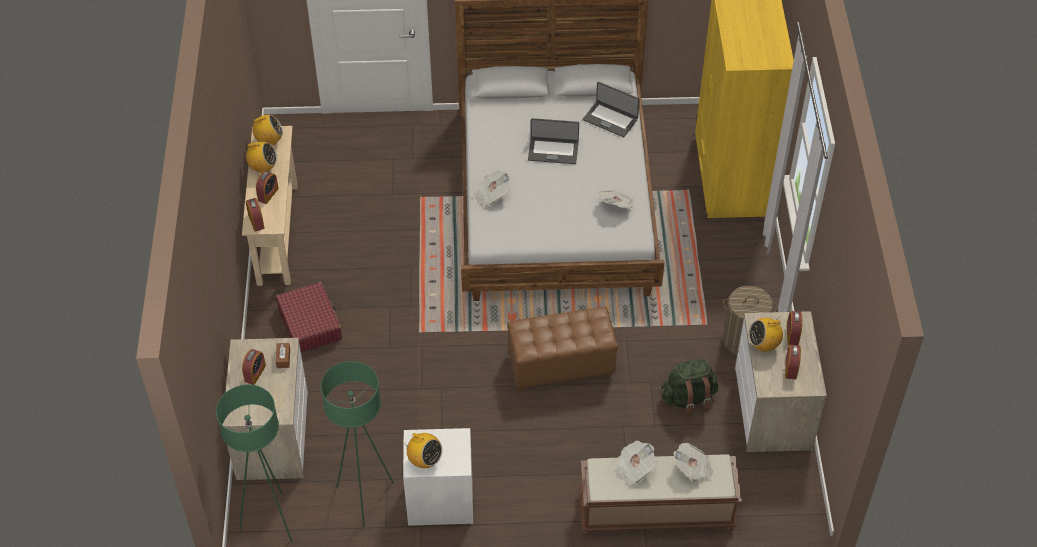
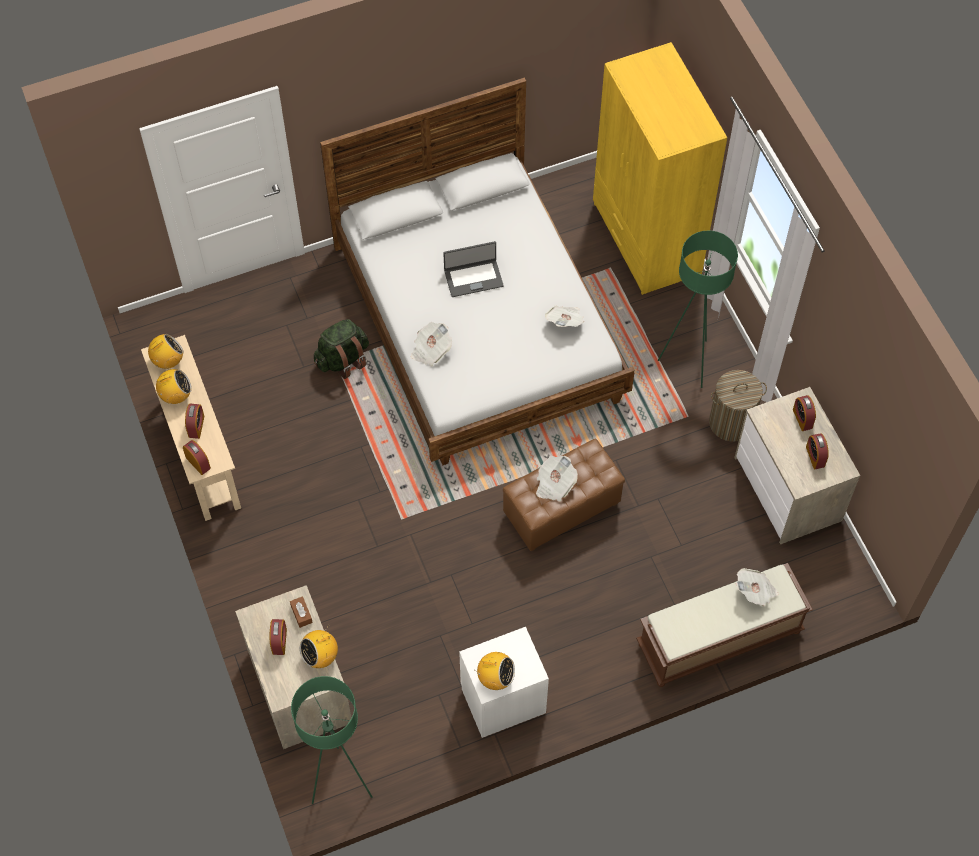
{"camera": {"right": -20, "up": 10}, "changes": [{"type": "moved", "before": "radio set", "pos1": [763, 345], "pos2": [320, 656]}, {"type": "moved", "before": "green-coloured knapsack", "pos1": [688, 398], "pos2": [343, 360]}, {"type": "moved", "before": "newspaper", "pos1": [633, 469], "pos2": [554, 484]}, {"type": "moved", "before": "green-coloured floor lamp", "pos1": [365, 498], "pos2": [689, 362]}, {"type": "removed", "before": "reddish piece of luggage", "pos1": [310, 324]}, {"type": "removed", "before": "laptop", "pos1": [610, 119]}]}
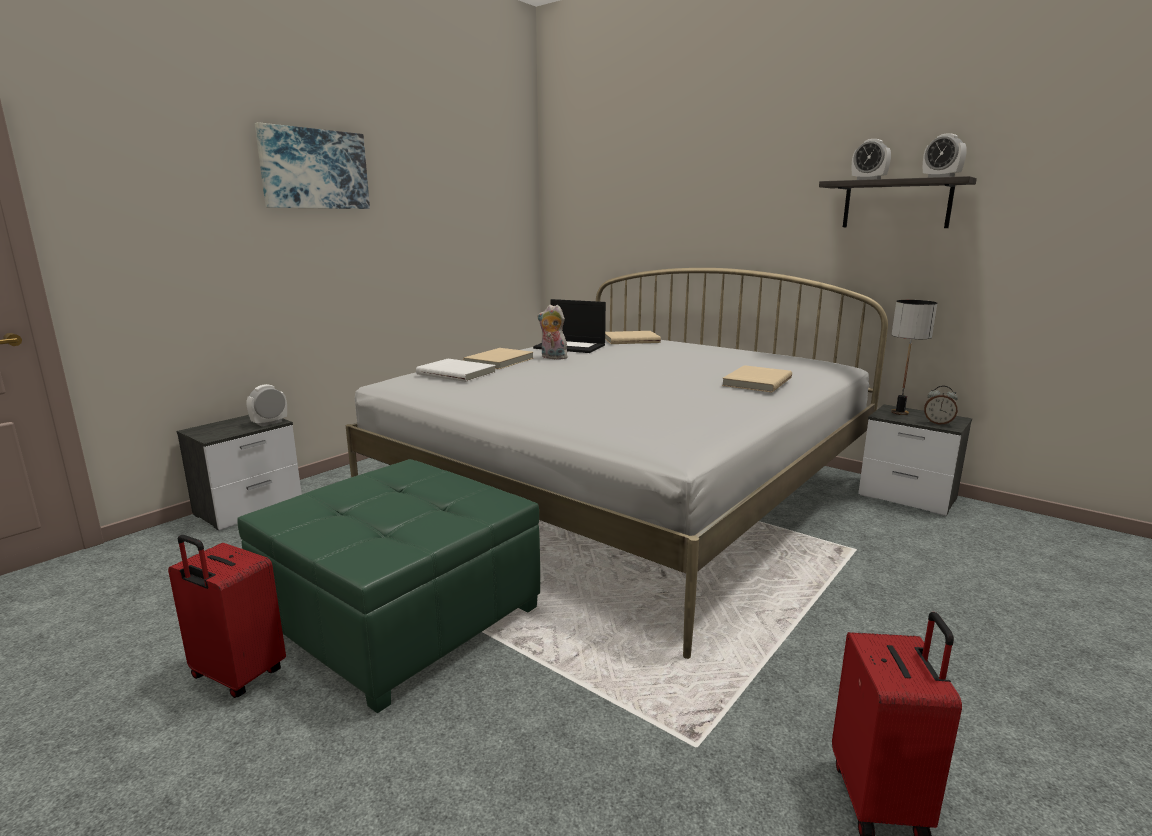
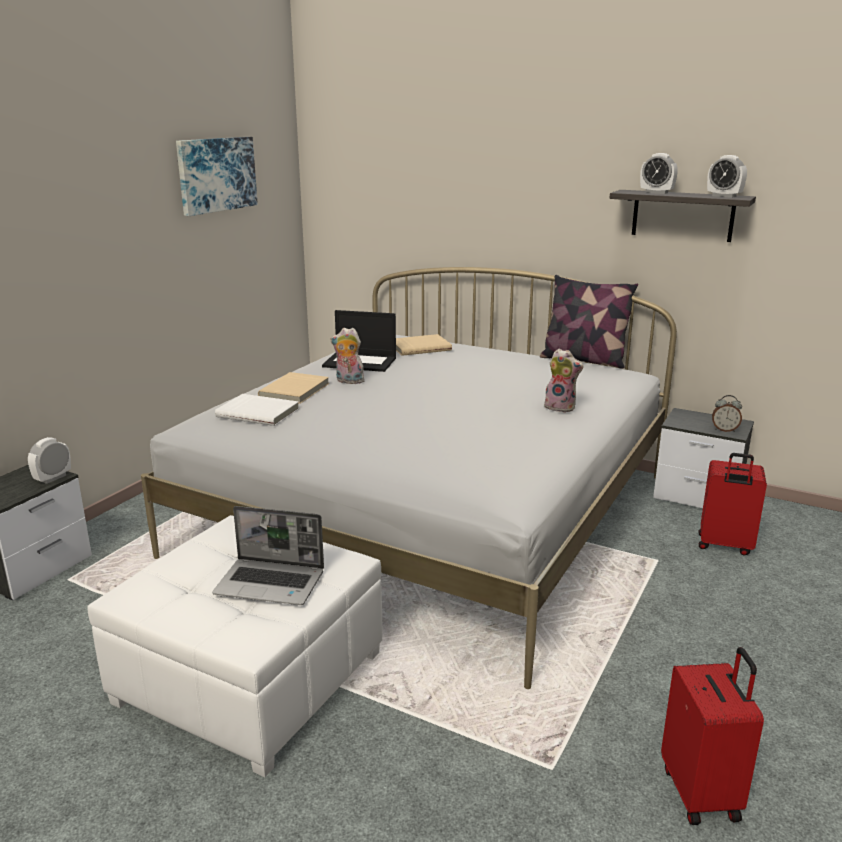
{"camera": {"right": -10, "up": 5}, "changes": [{"type": "recoloured", "before": "green-coloured footrest", "after": "white-coloured footrest", "pos1": [403, 616], "pos2": [252, 677]}, {"type": "moved", "before": "wall picture", "pos1": [314, 169], "pos2": [216, 174]}, {"type": "added", "after": "laptop", "pos2": [271, 583]}, {"type": "added", "after": "throw pillow", "pos2": [583, 360]}, {"type": "replaced", "before": "sand-coloured volume", "after": "cuddly toy", "pos1": [755, 382], "pos2": [561, 407]}, {"type": "moved", "before": "reddish piece of luggage", "pos1": [236, 676], "pos2": [724, 545]}, {"type": "removed", "before": "table lamp", "pos1": [899, 413]}]}
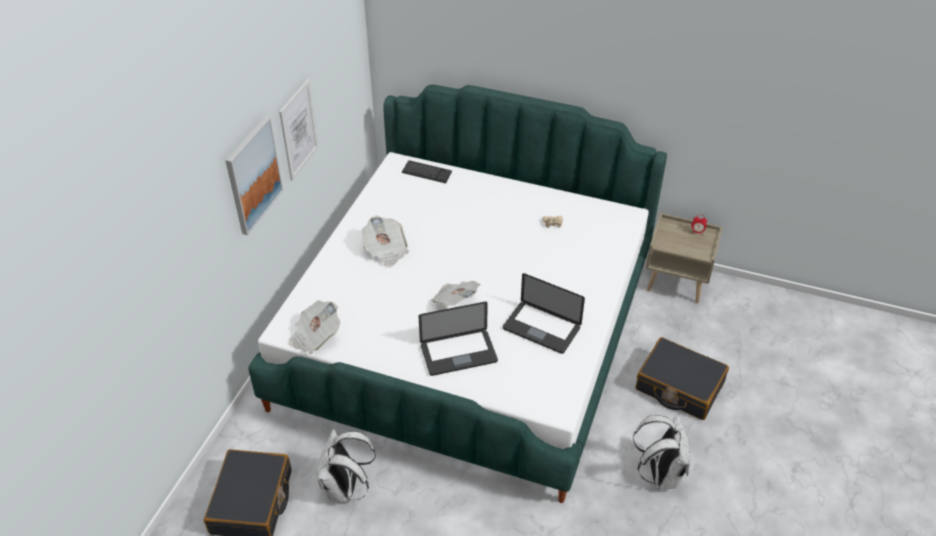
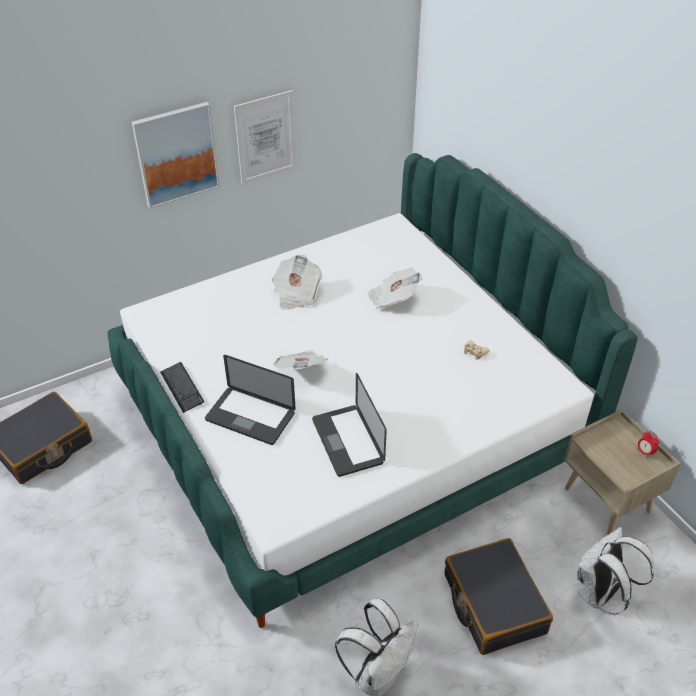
{"camera": {"right": 40, "up": 0}, "changes": [{"type": "moved", "before": "PC keyboard", "pos1": [427, 173], "pos2": [182, 388]}, {"type": "moved", "before": "newspaper", "pos1": [315, 336], "pos2": [393, 298]}, {"type": "moved", "before": "white-coloured knapsack", "pos1": [345, 489], "pos2": [599, 594]}]}
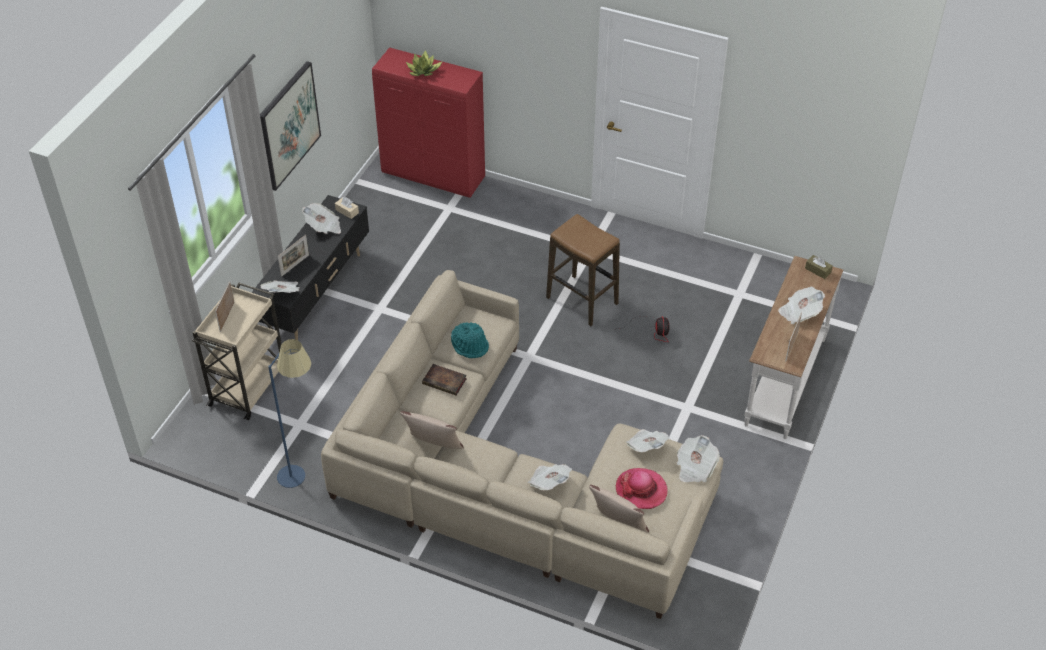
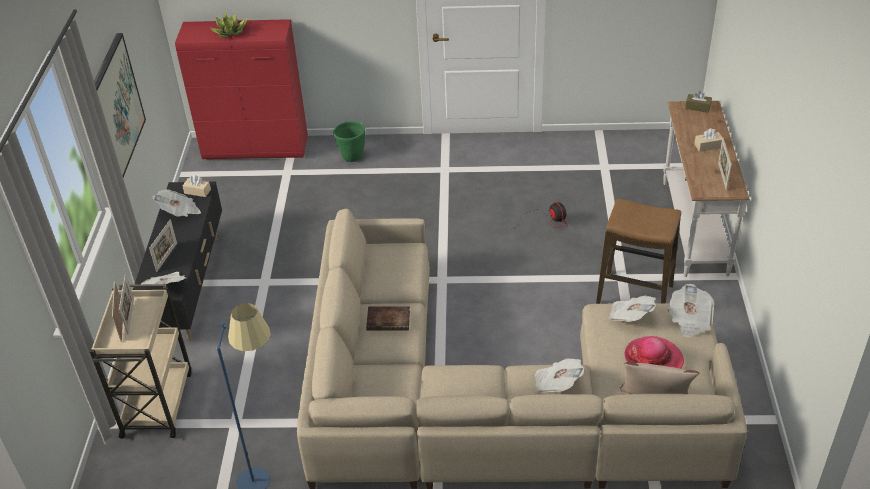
{"camera": {"right": -20, "up": -5}, "changes": [{"type": "added", "after": "picture frame", "pos2": [130, 316]}, {"type": "added", "after": "green-coloured plant pot", "pos2": [352, 157]}, {"type": "moved", "before": "sitting stool", "pos1": [582, 301], "pos2": [635, 294]}, {"type": "replaced", "before": "newspaper", "after": "sand-coloured tissue box", "pos1": [799, 313], "pos2": [708, 146]}, {"type": "removed", "before": "sand-coloured throw pillow", "pos1": [434, 447]}, {"type": "removed", "before": "turquoise hat", "pos1": [470, 345]}]}
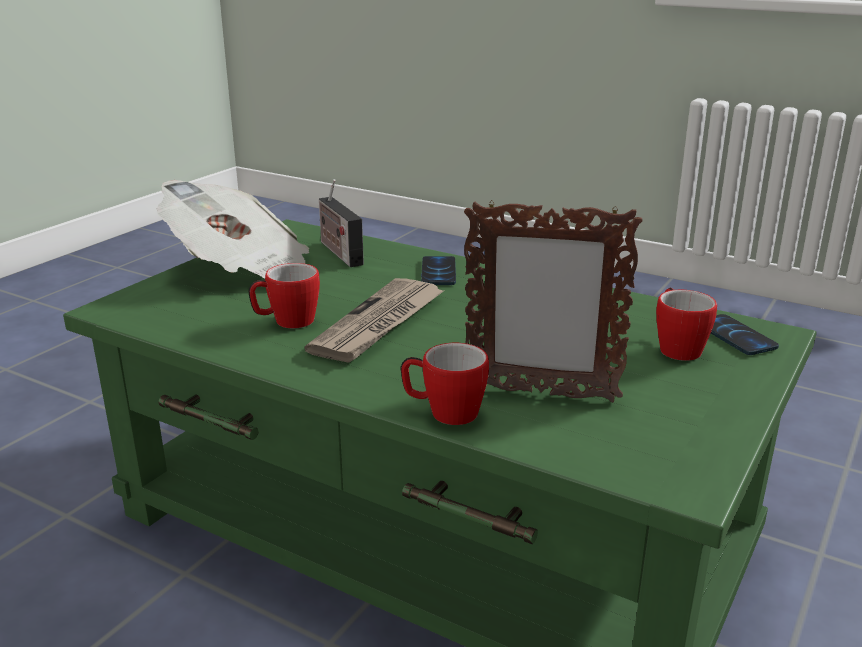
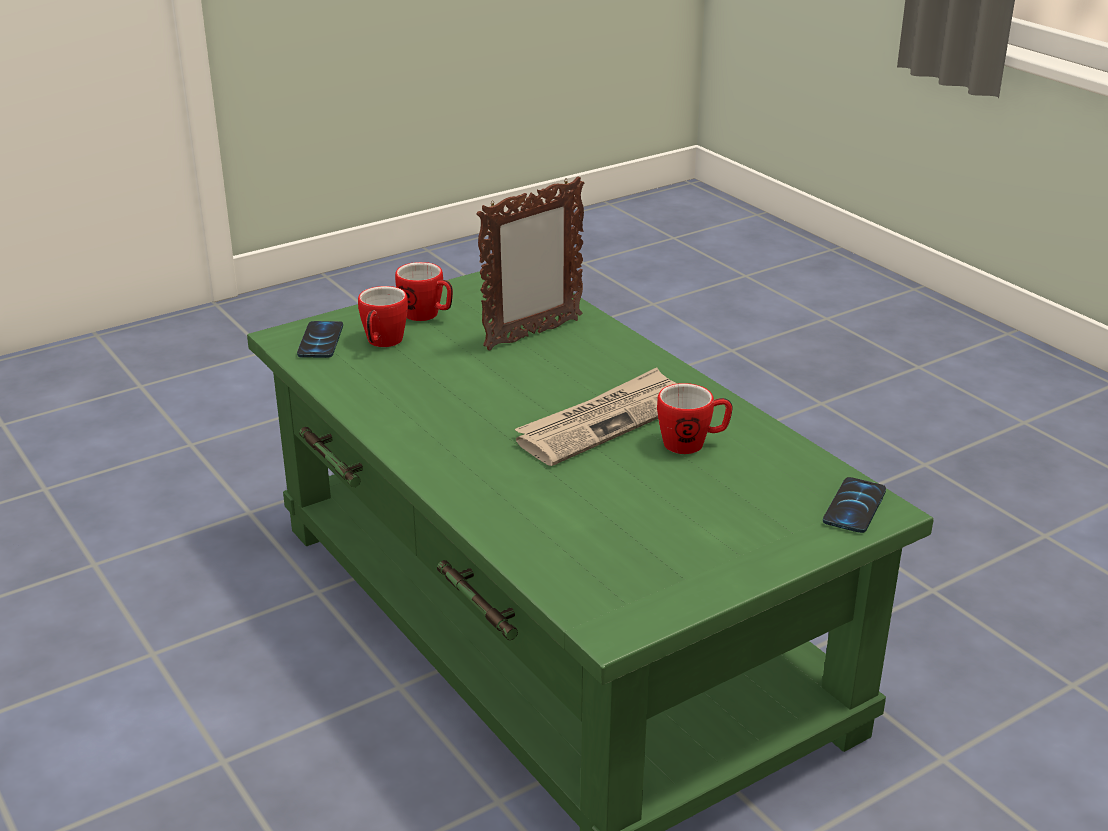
{"camera": {"right": -155, "up": 5}, "changes": [{"type": "moved", "before": "tea mug", "pos1": [444, 413], "pos2": [427, 316]}, {"type": "turned", "before": "picture frame", "pos1": [540, 393], "pos2": [532, 335], "turn": 105}, {"type": "moved", "before": "handset", "pos1": [438, 272], "pos2": [854, 507]}, {"type": "removed", "before": "newspaper", "pos1": [241, 269]}, {"type": "removed", "before": "radio set", "pos1": [338, 252]}]}
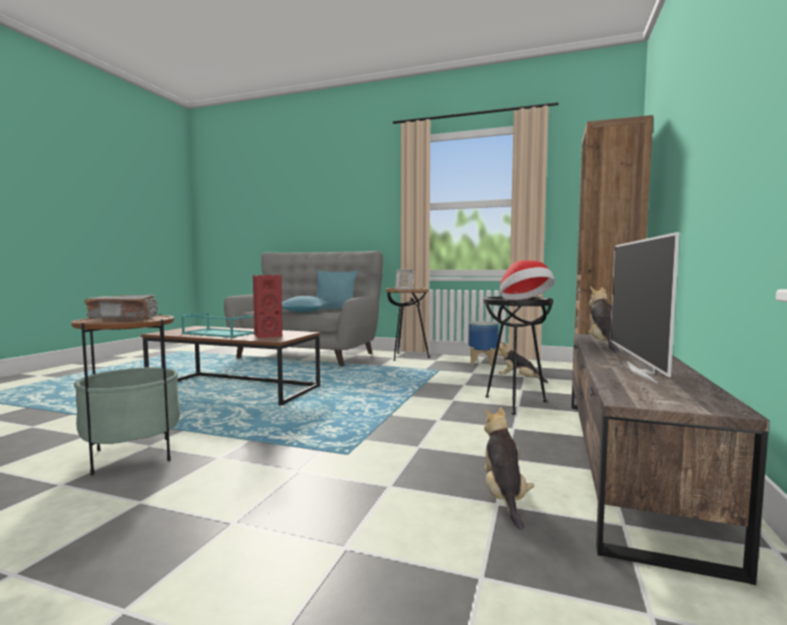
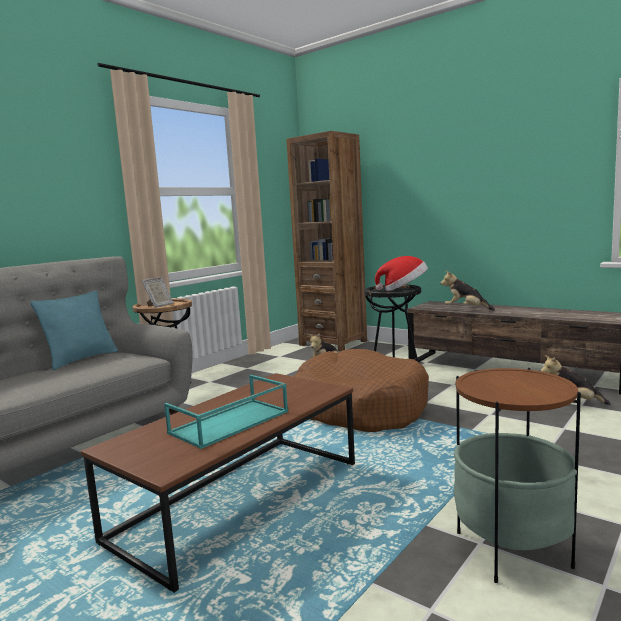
{"camera": {"right": -70, "up": 5}, "changes": [{"type": "added", "after": "brown-coloured dog cushion", "pos2": [359, 408]}, {"type": "removed", "before": "gray volume", "pos1": [125, 318]}, {"type": "removed", "before": "reddish speaker", "pos1": [266, 336]}, {"type": "removed", "before": "turquoise throw pillow", "pos1": [304, 312]}, {"type": "removed", "before": "plant pot", "pos1": [482, 363]}, {"type": "removed", "before": "TV set", "pos1": [642, 372]}]}
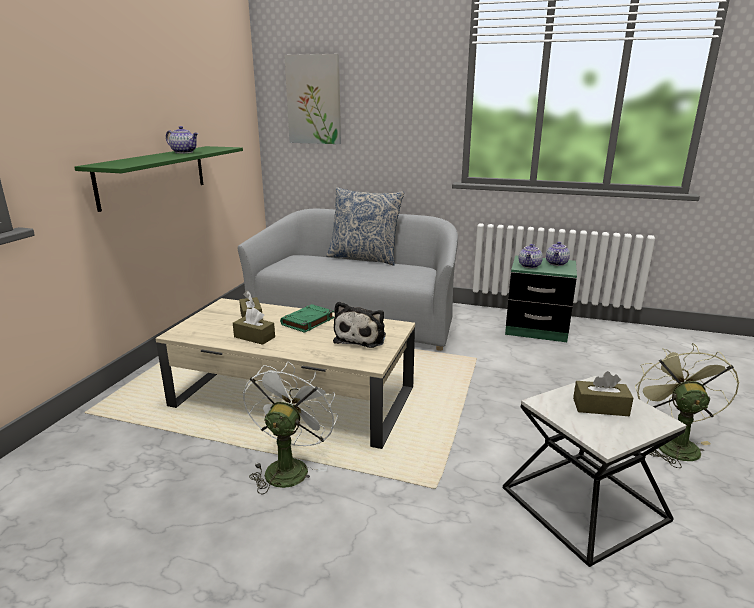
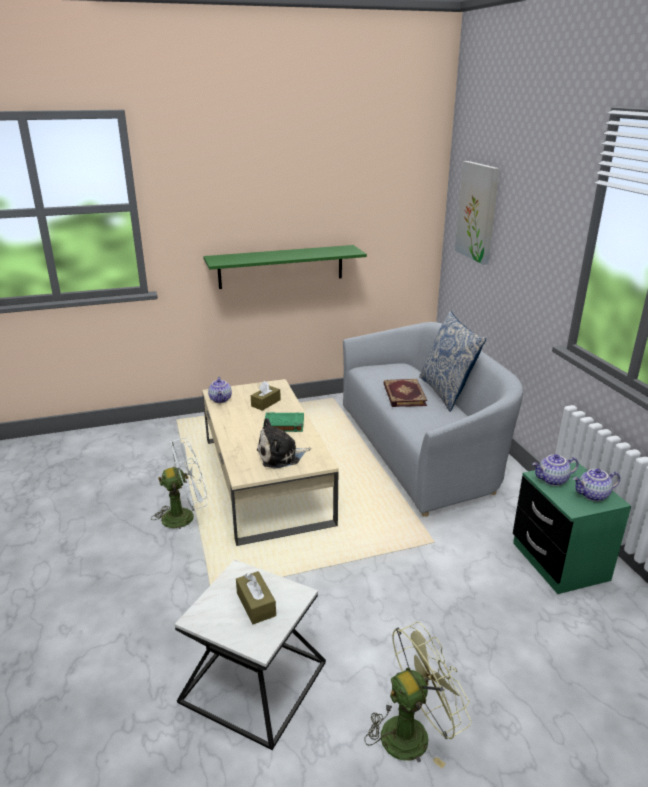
{"camera": {"right": 55, "up": 5}, "changes": [{"type": "moved", "before": "tea pot", "pos1": [184, 152], "pos2": [221, 399]}, {"type": "added", "after": "volume", "pos2": [403, 395]}, {"type": "removed", "before": "brown-coloured tissue box", "pos1": [254, 337]}]}
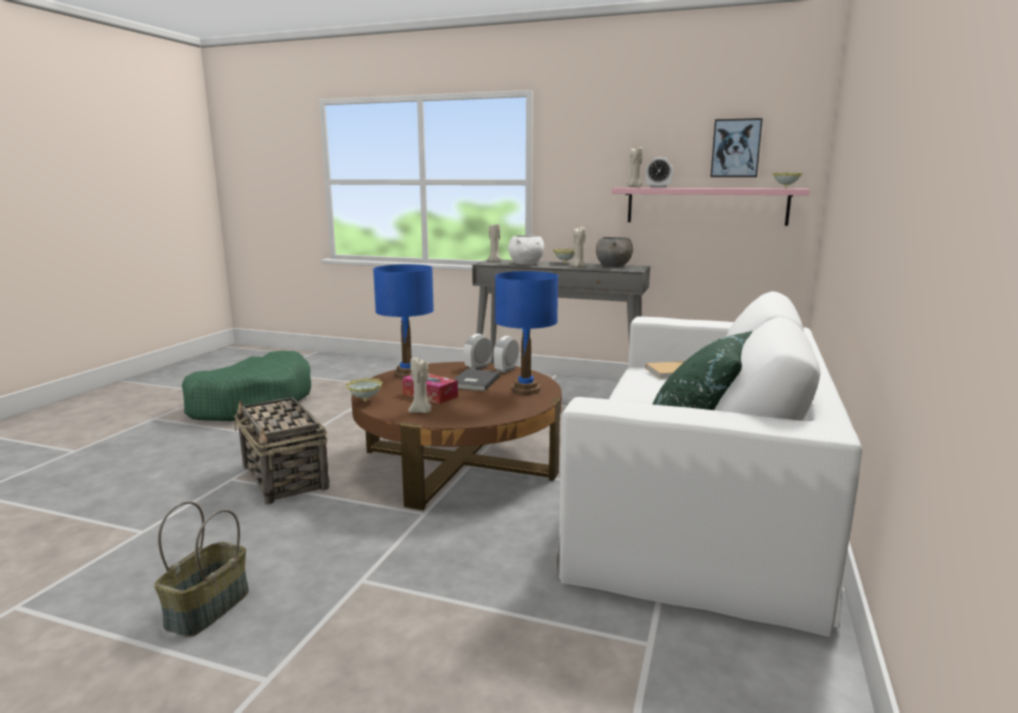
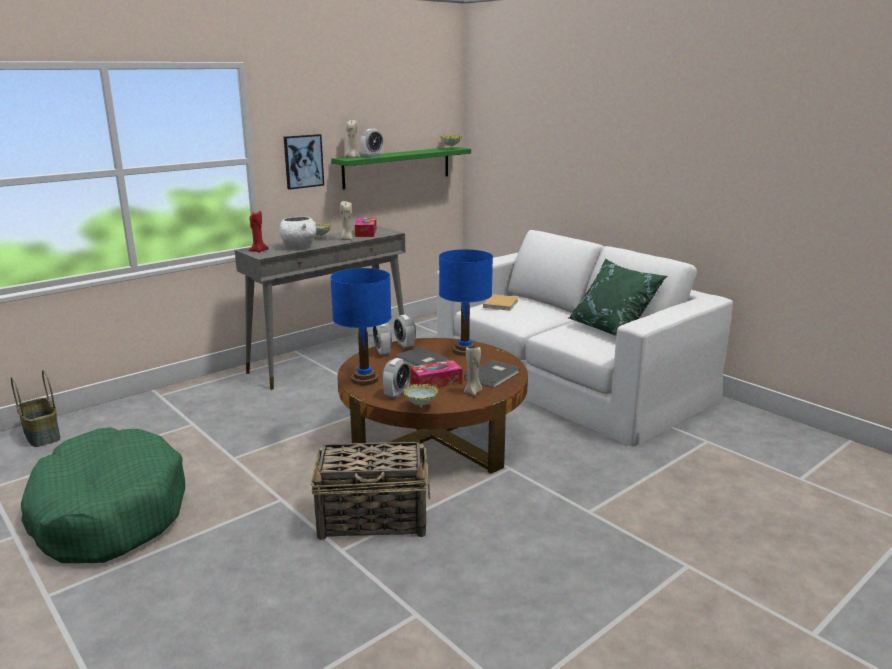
{"camera": {"right": -60, "up": 5}, "changes": [{"type": "moved", "before": "storage basket", "pos1": [208, 609], "pos2": [43, 435]}, {"type": "recoloured", "before": "sand-coloured wax light", "after": "reddish wax light", "pos1": [495, 261], "pos2": [258, 251]}, {"type": "moved", "before": "wall picture", "pos1": [736, 148], "pos2": [303, 161]}, {"type": "recoloured", "before": "pink-coloured wall shelf", "after": "green-coloured wall shelf", "pos1": [706, 206], "pos2": [397, 167]}, {"type": "replaced", "before": "gray bowl", "after": "tissue box", "pos1": [613, 266], "pos2": [366, 233]}, {"type": "added", "after": "table clock", "pos2": [396, 394]}, {"type": "added", "after": "gray volume", "pos2": [493, 375]}]}
